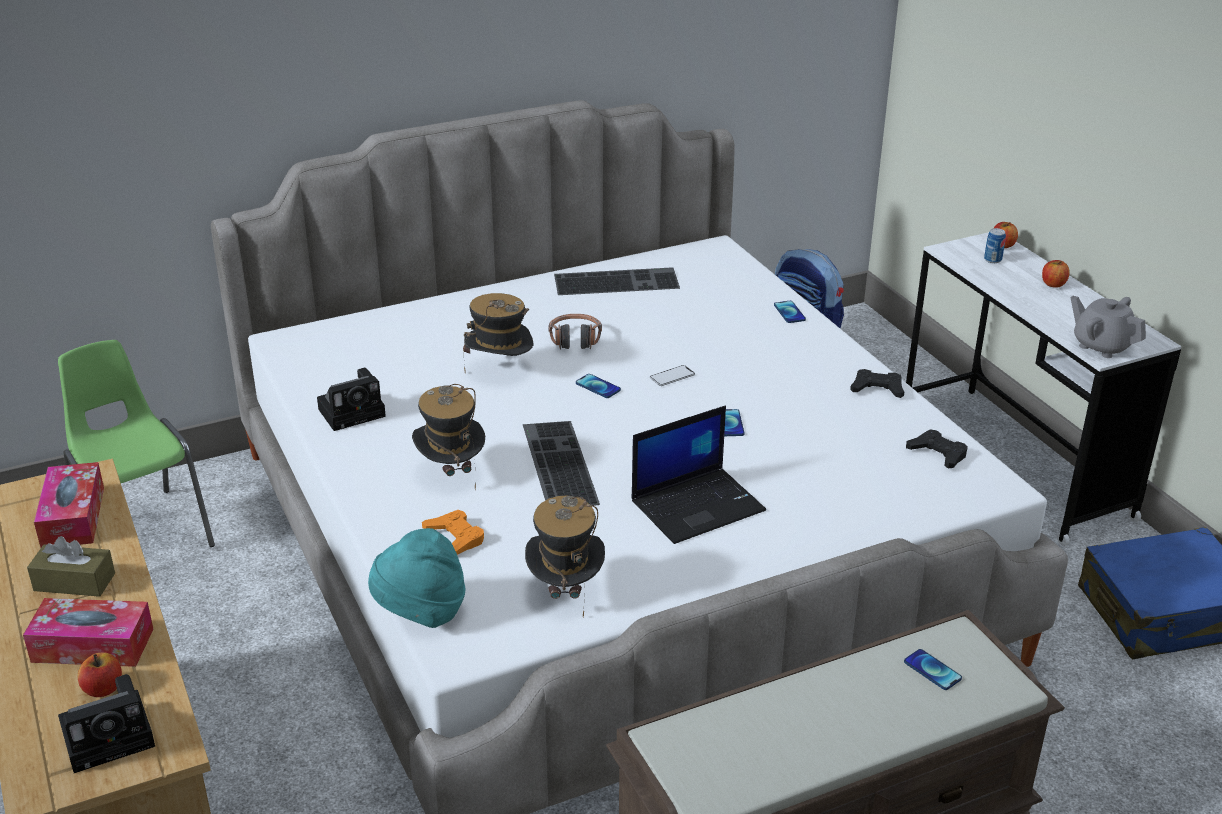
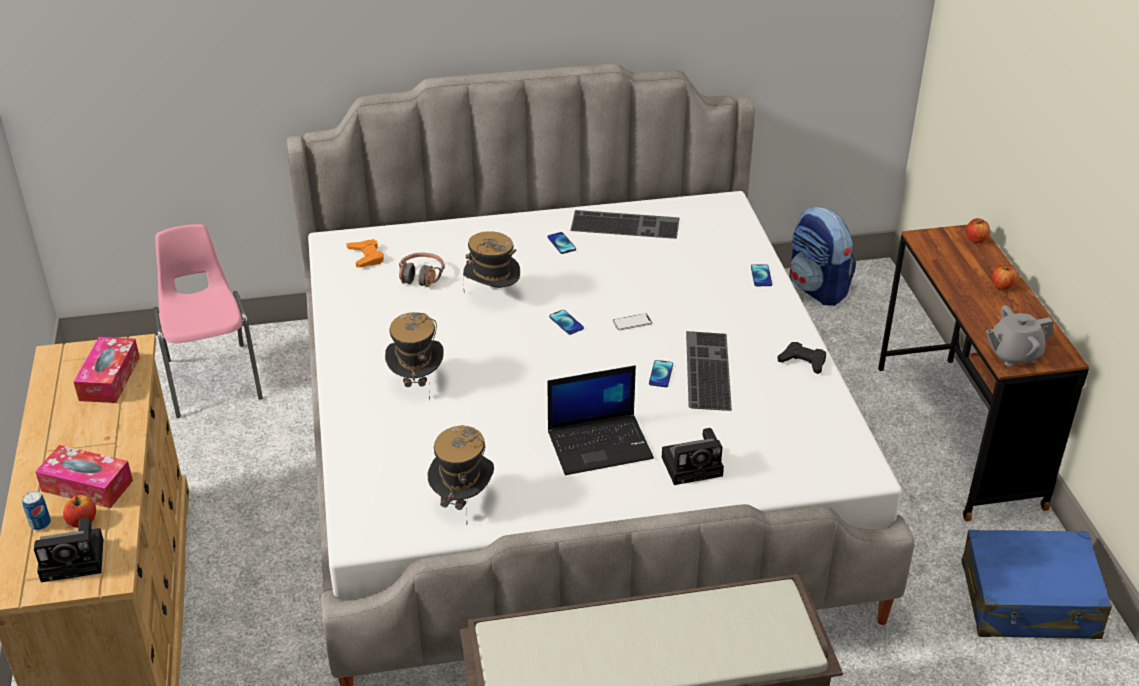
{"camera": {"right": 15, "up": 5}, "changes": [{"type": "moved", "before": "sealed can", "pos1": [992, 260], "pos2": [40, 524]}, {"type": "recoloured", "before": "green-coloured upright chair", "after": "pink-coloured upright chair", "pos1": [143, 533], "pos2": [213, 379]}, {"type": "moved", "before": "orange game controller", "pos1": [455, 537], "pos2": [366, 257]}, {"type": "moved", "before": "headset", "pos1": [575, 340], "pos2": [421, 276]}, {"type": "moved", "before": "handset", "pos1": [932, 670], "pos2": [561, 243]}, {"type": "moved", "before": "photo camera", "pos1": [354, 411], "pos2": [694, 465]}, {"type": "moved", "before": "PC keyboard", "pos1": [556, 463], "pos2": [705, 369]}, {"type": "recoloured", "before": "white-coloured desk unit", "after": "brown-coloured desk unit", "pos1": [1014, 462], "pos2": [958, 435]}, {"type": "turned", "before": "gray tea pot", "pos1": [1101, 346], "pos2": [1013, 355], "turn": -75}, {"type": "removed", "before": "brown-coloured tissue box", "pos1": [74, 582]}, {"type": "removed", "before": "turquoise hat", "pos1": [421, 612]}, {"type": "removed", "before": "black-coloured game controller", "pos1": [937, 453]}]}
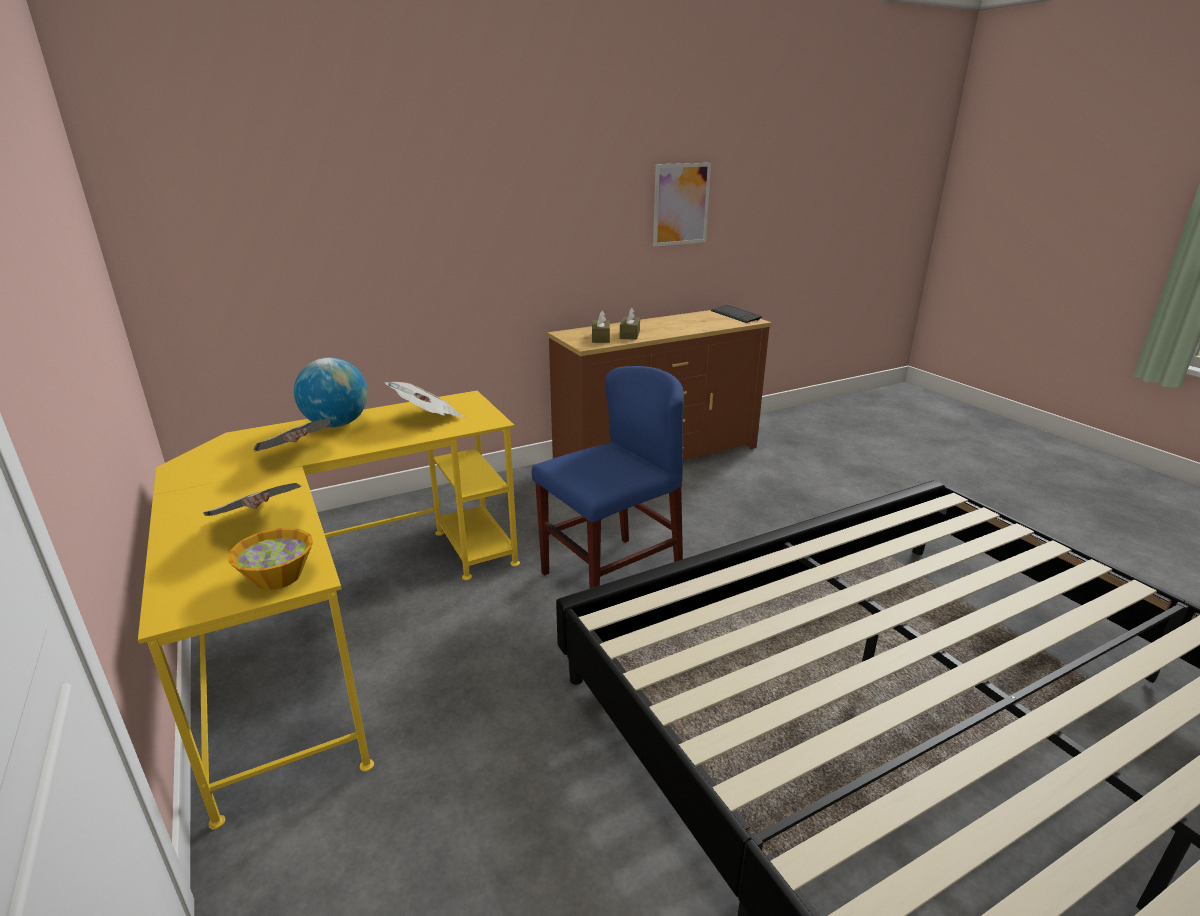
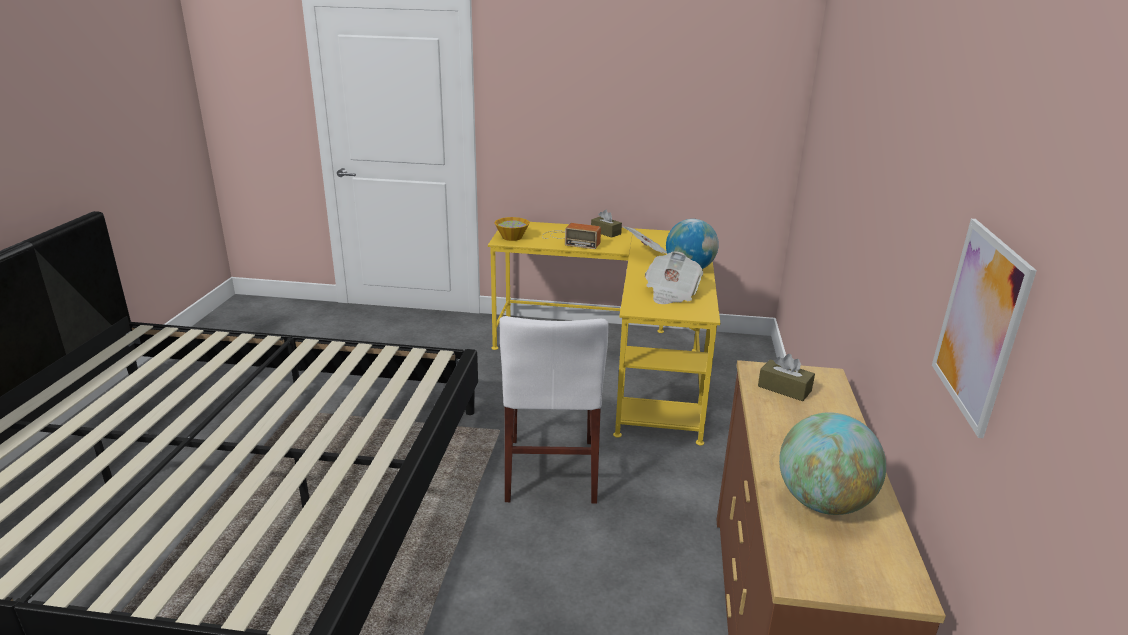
{"camera": {"right": 125, "up": 0}, "changes": [{"type": "recoloured", "before": "blue-coloured upright chair", "after": "white-coloured upright chair", "pos1": [611, 576], "pos2": [551, 469]}, {"type": "replaced", "before": "newspaper", "after": "radio set", "pos1": [258, 522], "pos2": [569, 239]}, {"type": "moved", "before": "brown-coloured tissue box", "pos1": [629, 334], "pos2": [605, 232]}, {"type": "added", "after": "world globe", "pos2": [823, 503]}, {"type": "removed", "before": "PC keyboard", "pos1": [735, 315]}]}
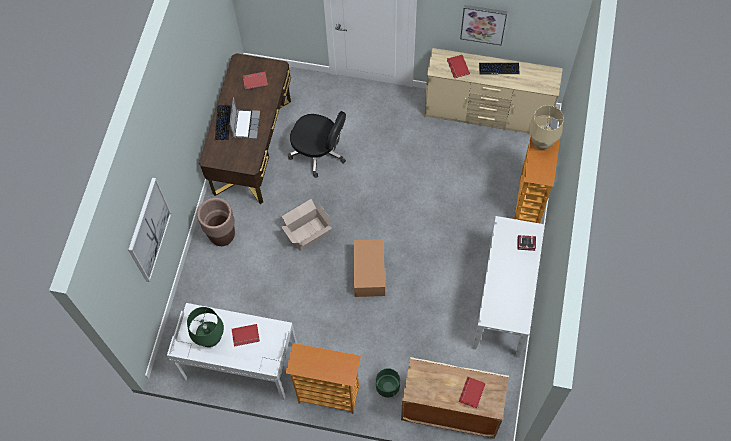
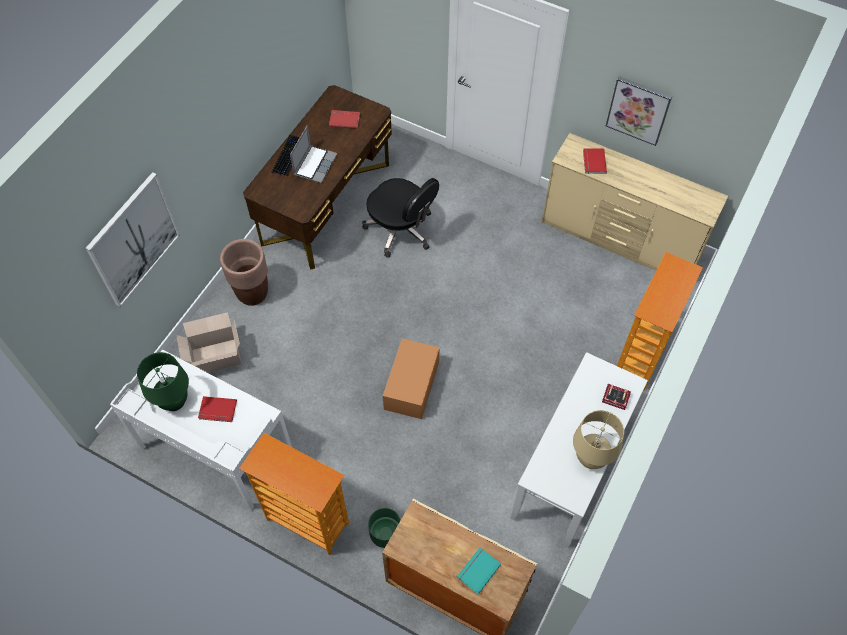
{"camera": {"right": 15, "up": -5}, "changes": [{"type": "moved", "before": "packing box", "pos1": [307, 234], "pos2": [215, 356]}, {"type": "recoloured", "before": "reddish volume", "after": "turquoise volume", "pos1": [471, 392], "pos2": [477, 570]}, {"type": "moved", "before": "sand-coloured table lamp", "pos1": [541, 143], "pos2": [591, 458]}, {"type": "removed", "before": "PC keyboard", "pos1": [499, 68]}]}
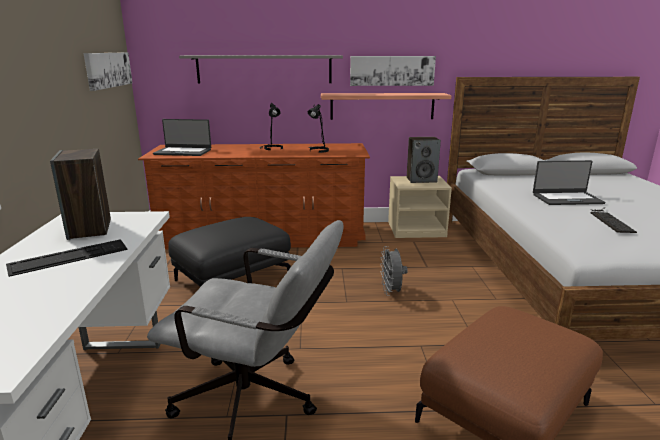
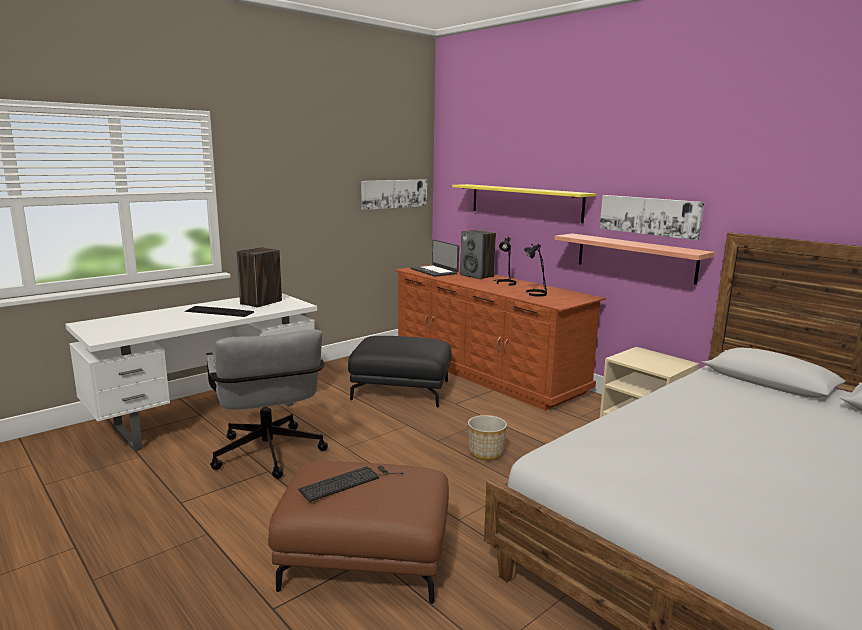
{"camera": {"right": 50, "up": -5}, "changes": [{"type": "moved", "before": "PC keyboard", "pos1": [609, 220], "pos2": [349, 482]}, {"type": "recoloured", "before": "gray wall shelf", "after": "yellowish wall shelf", "pos1": [264, 69], "pos2": [525, 202]}, {"type": "moved", "before": "speaker", "pos1": [421, 180], "pos2": [477, 276]}, {"type": "replaced", "before": "gray cooling fan", "after": "plant pot", "pos1": [391, 292], "pos2": [486, 453]}, {"type": "removed", "before": "laptop", "pos1": [566, 199]}]}
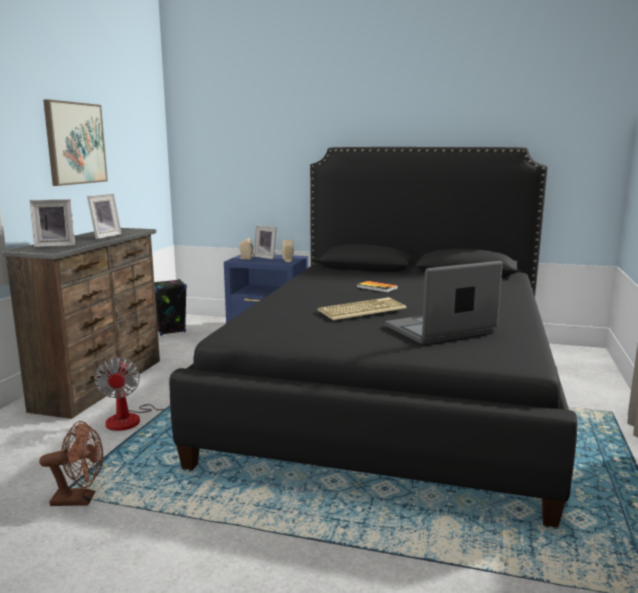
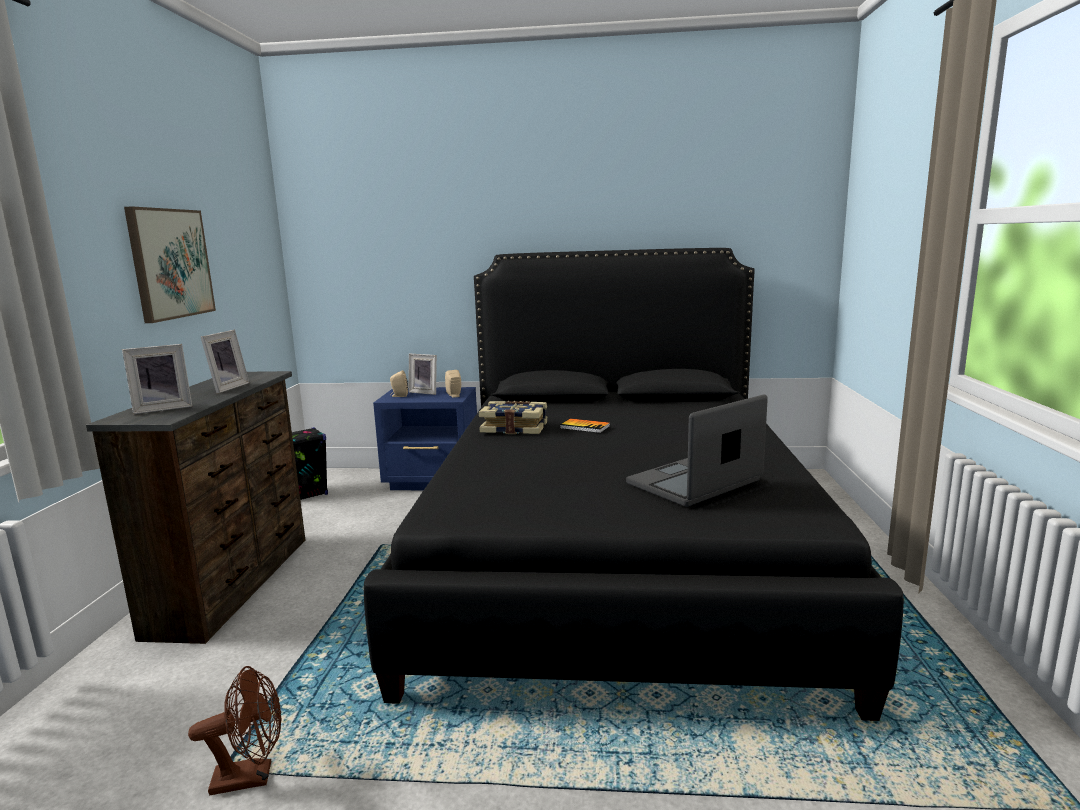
{"camera": {"right": -10, "up": 0}, "changes": [{"type": "added", "after": "volume", "pos2": [514, 428]}, {"type": "removed", "before": "cooling fan", "pos1": [134, 418]}, {"type": "removed", "before": "PC keyboard", "pos1": [362, 309]}]}
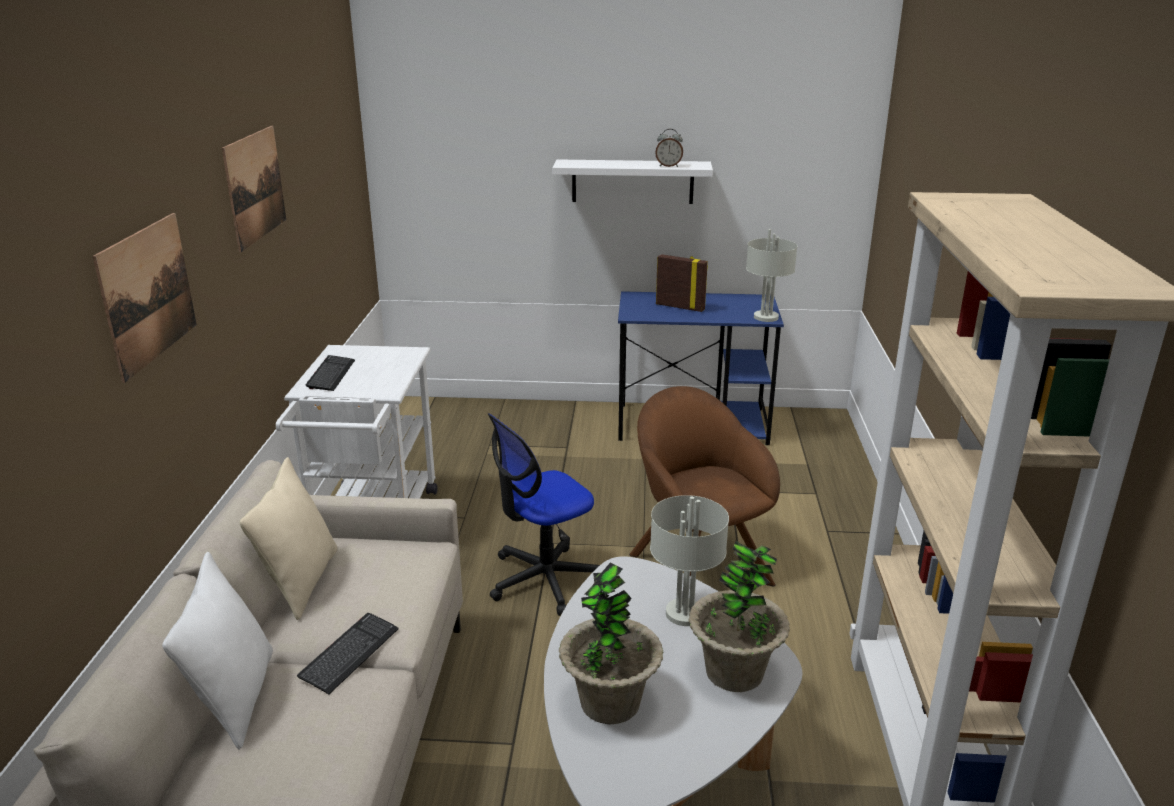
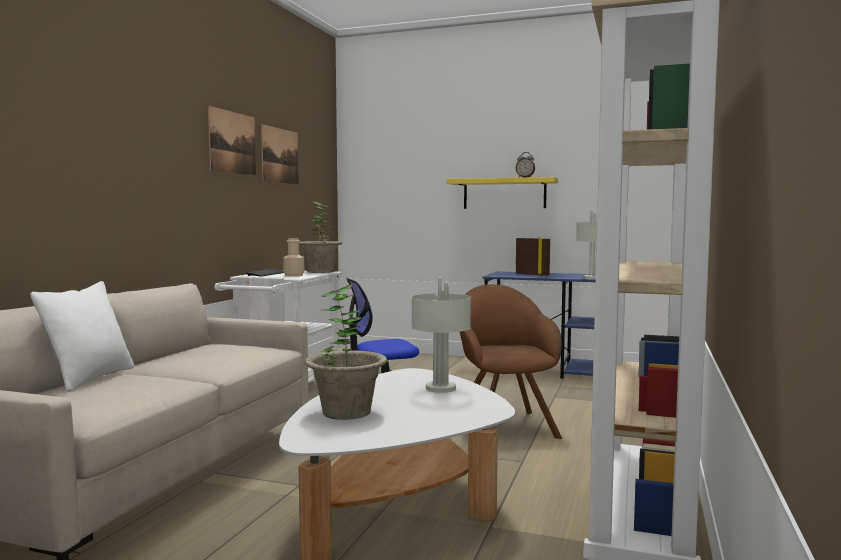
{"camera": {"right": 15, "up": -20}, "changes": [{"type": "moved", "before": "wall picture", "pos1": [148, 294], "pos2": [280, 156]}, {"type": "added", "after": "sand-coloured beverage bottle", "pos2": [294, 275]}, {"type": "moved", "before": "houseplant", "pos1": [734, 672], "pos2": [320, 272]}, {"type": "recoloured", "before": "white-coloured wall shelf", "after": "yellowish wall shelf", "pos1": [632, 181], "pos2": [504, 194]}, {"type": "removed", "before": "sand-coloured throw pillow", "pos1": [301, 582]}, {"type": "removed", "before": "PC keyboard", "pos1": [349, 654]}]}
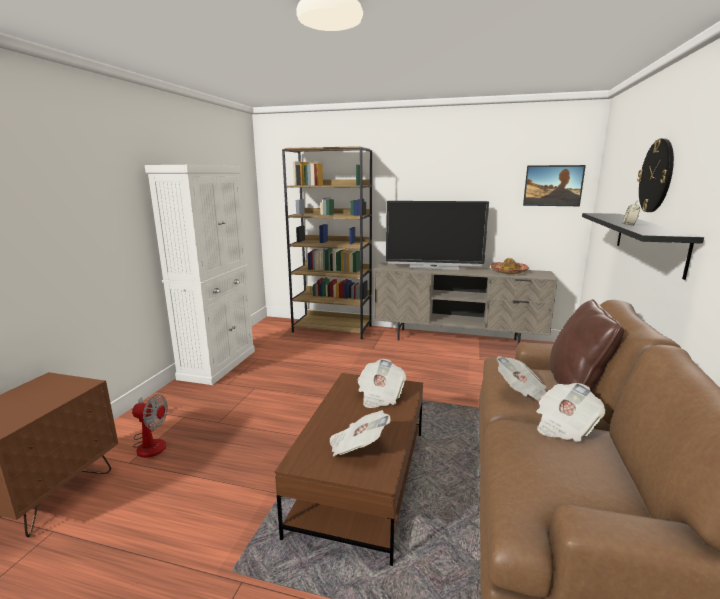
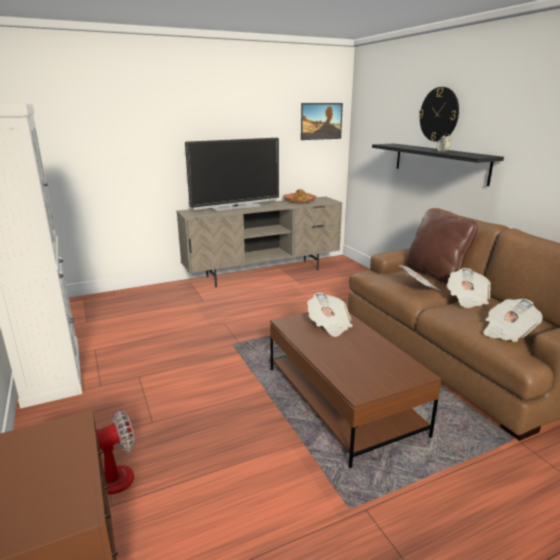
{"camera": {"right": -40, "up": 5}, "changes": [{"type": "moved", "before": "newspaper", "pos1": [357, 447], "pos2": [507, 332]}, {"type": "removed", "before": "brown-coloured bookcase", "pos1": [333, 329]}]}
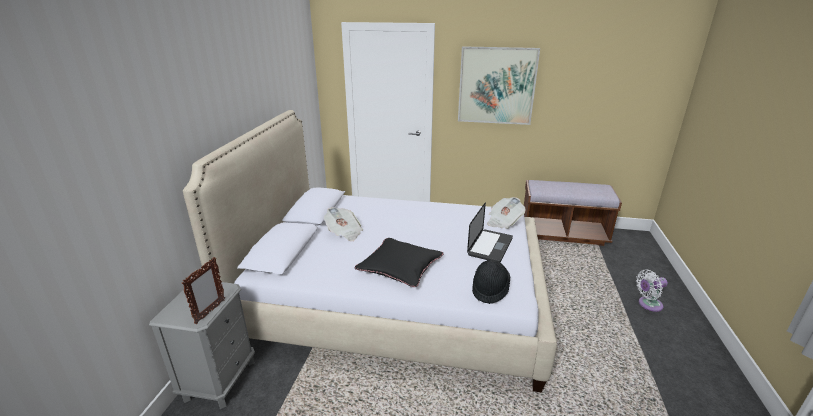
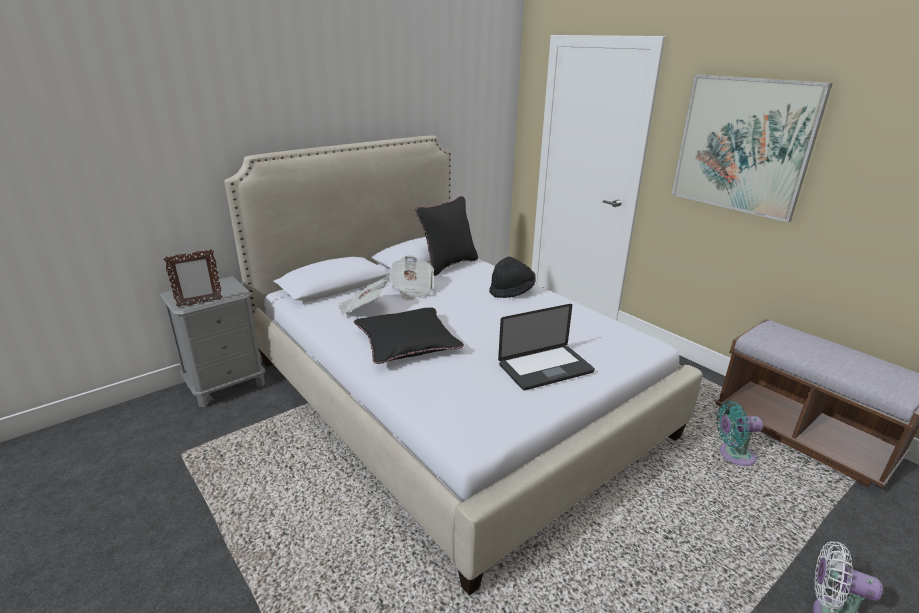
{"camera": {"right": 40, "up": 0}, "changes": [{"type": "moved", "before": "newspaper", "pos1": [503, 222], "pos2": [362, 309]}, {"type": "added", "after": "black-coloured throw pillow", "pos2": [448, 265]}, {"type": "moved", "before": "black-coloured hat", "pos1": [490, 290], "pos2": [511, 291]}, {"type": "added", "after": "turquoise cooling fan", "pos2": [733, 455]}]}
